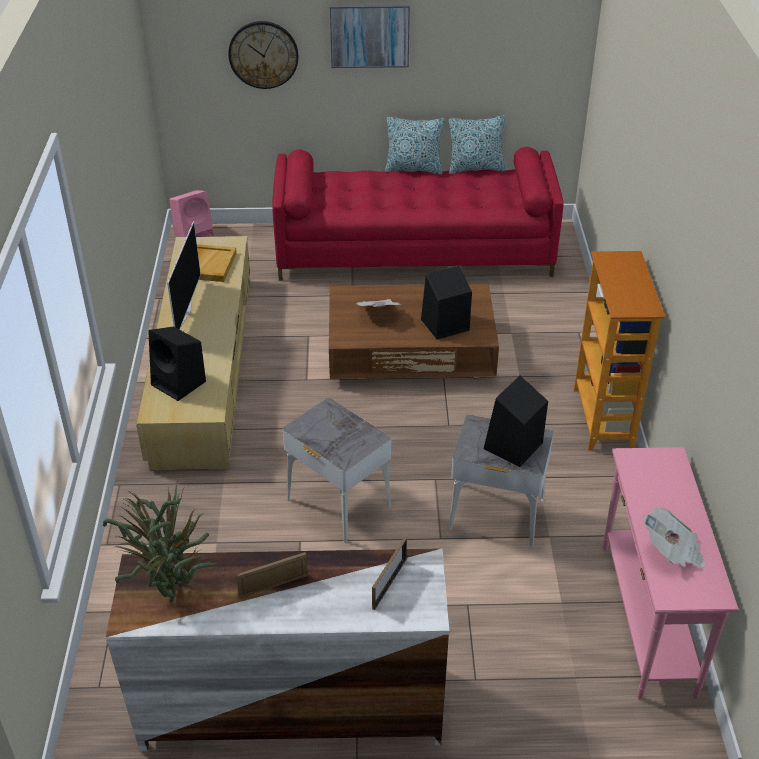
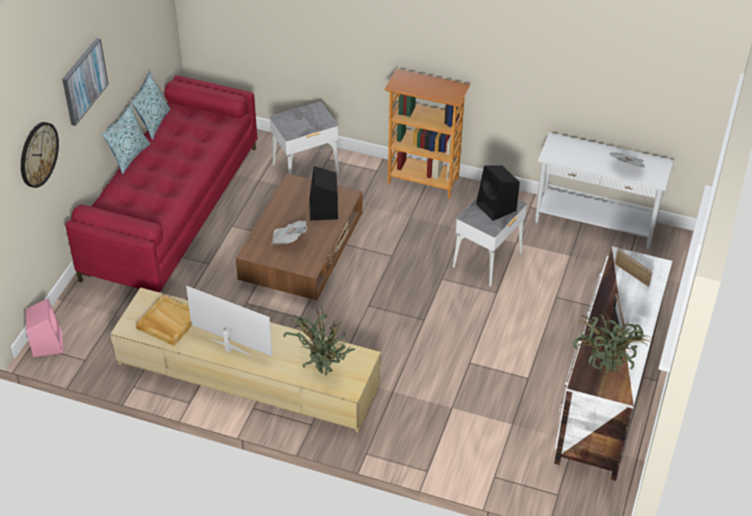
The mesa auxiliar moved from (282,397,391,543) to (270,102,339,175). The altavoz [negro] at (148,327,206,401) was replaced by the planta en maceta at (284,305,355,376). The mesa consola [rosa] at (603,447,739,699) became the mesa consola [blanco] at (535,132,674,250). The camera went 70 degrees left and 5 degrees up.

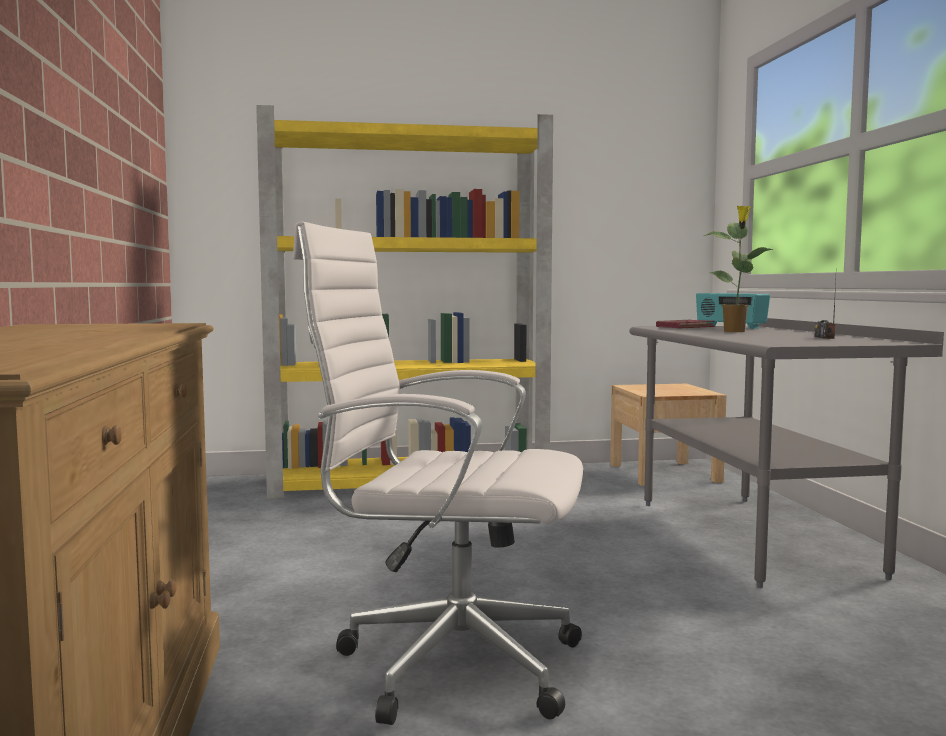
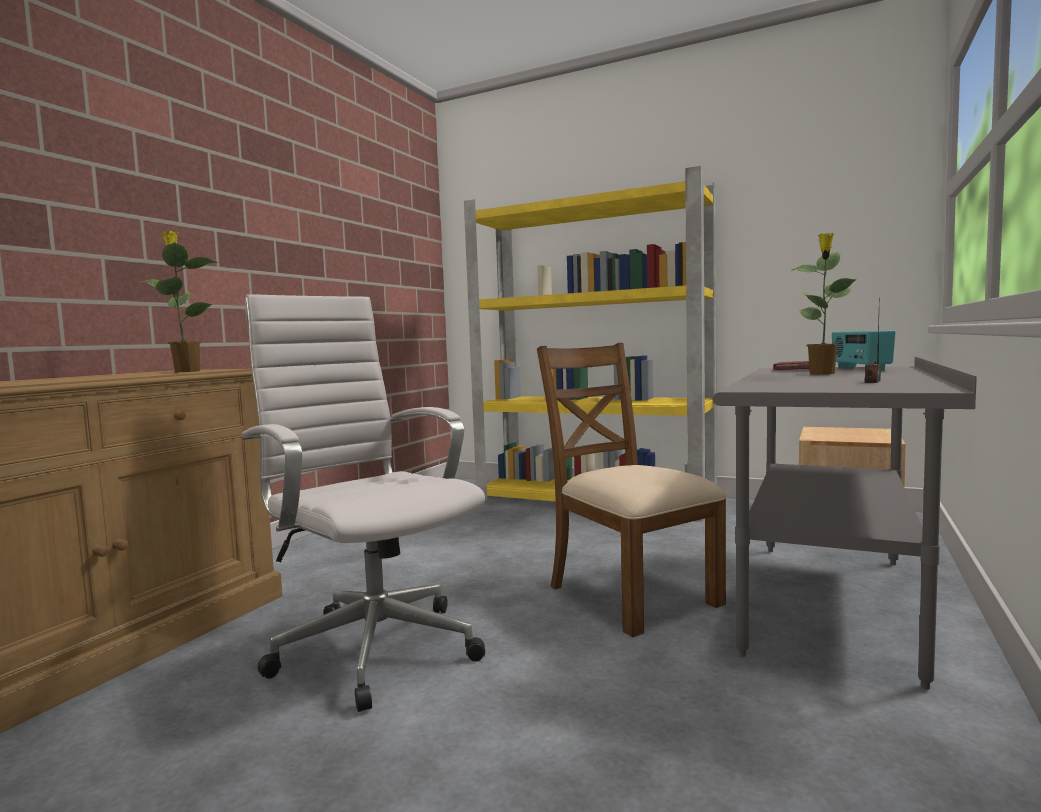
The planta en maceta at (140,231,218,372) appeared. The silla [marrón] at (537,343,727,637) appeared. The camera went 35 degrees right and 0 degrees up.

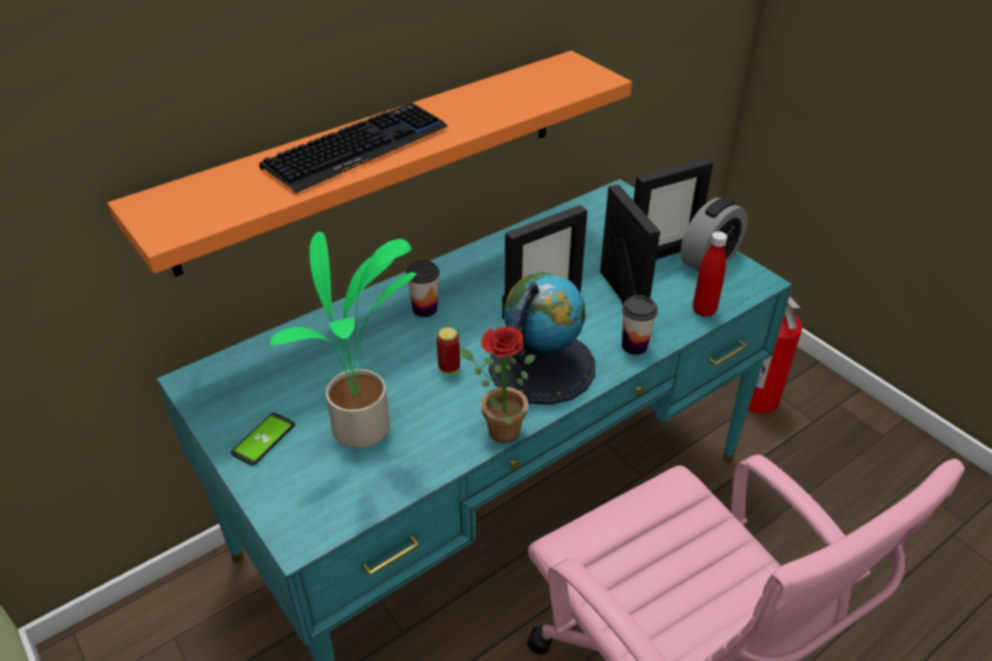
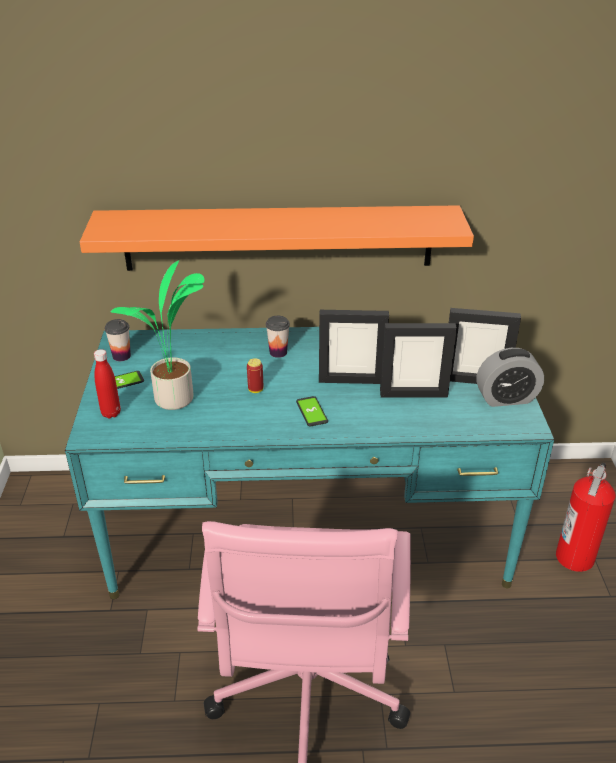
The botella [rojo] moved from (693,231,728,317) to (94,349,121,418). The taza moved from (622,295,658,355) to (105,319,131,361). The globo terráqueo at (489,272,595,405) was replaced by the móvil at (296,396,328,427). The portarretratos at (600,184,660,306) turned 75 degrees clockwise. The teclado at (259,102,448,193) disappeared. The planta en maceta at (459,327,535,443) disappeared. The camera went 35 degrees right and 5 degrees down.

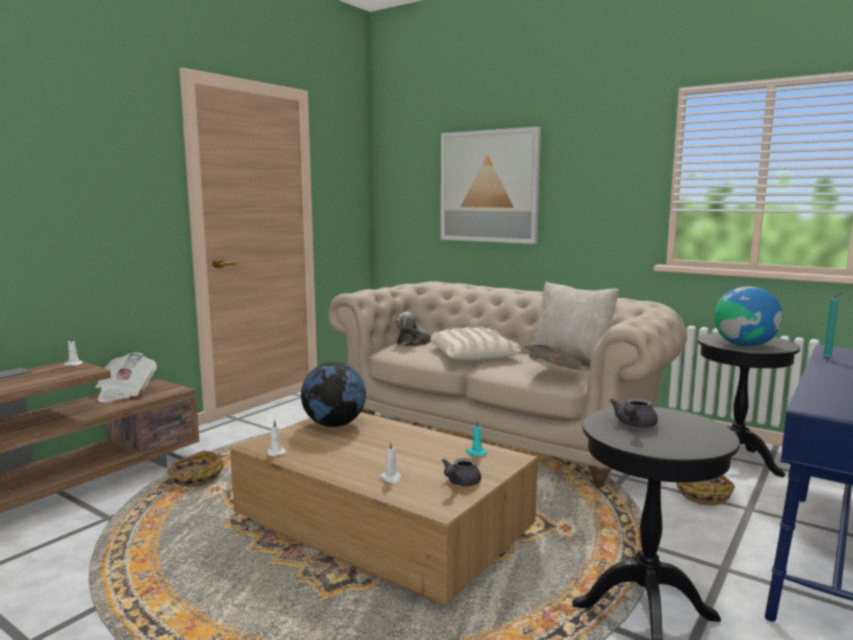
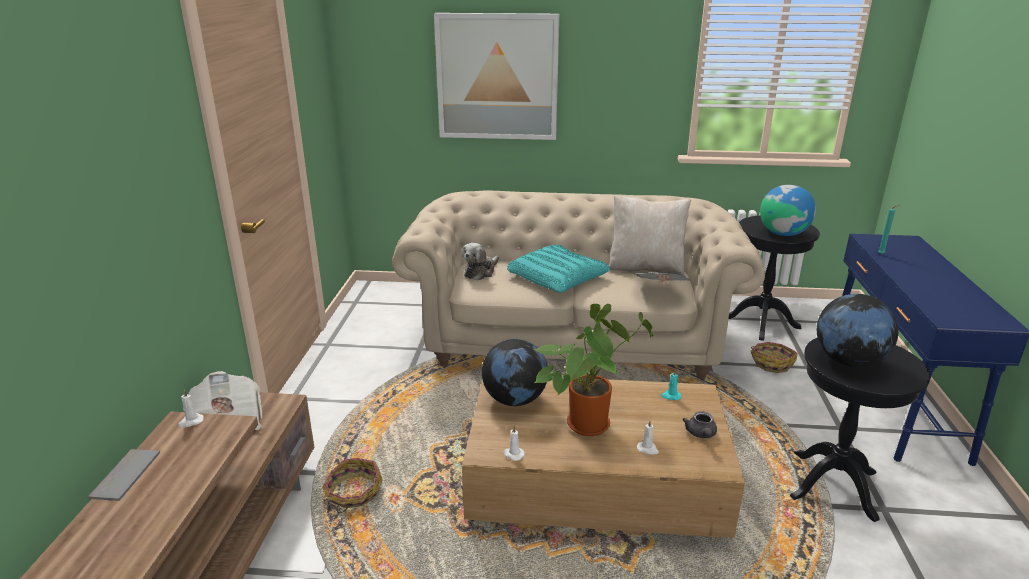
The cojín [beis] at (430,327,522,360) became the cojín [turquesa] at (507,244,610,293). The planta en maceta at (535,304,654,436) appeared. The tetera [gris] at (610,398,658,428) was replaced by the globo terráqueo at (817,294,898,368). The camera went 30 degrees left and 15 degrees up.

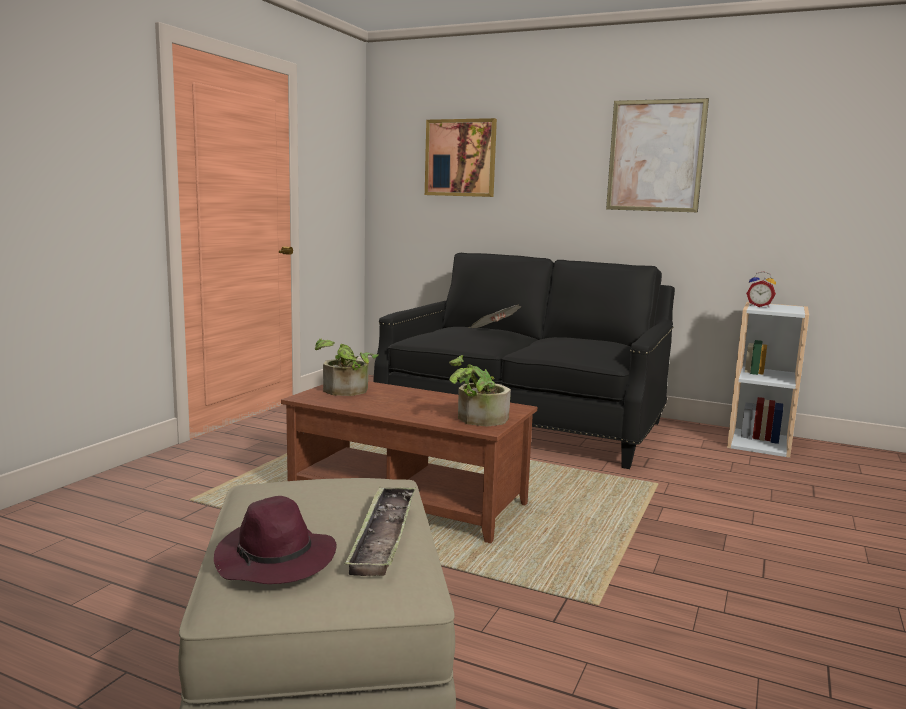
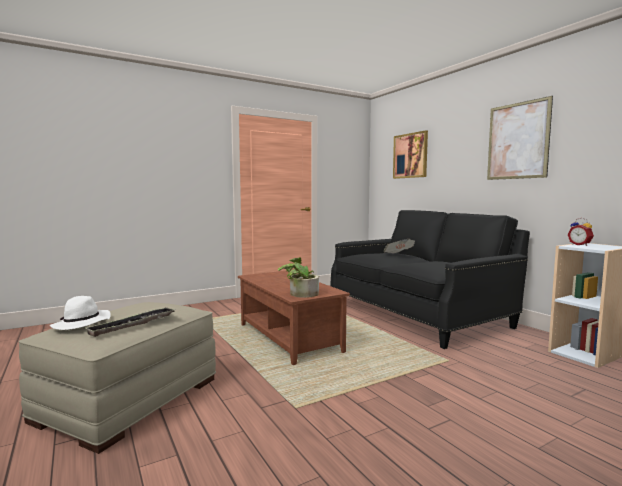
The sombrero [morado] at (214,496,336,584) became the sombrero [blanco] at (50,296,111,330). The planta en maceta at (315,339,379,396) disappeared. The camera went 35 degrees right and 5 degrees down.

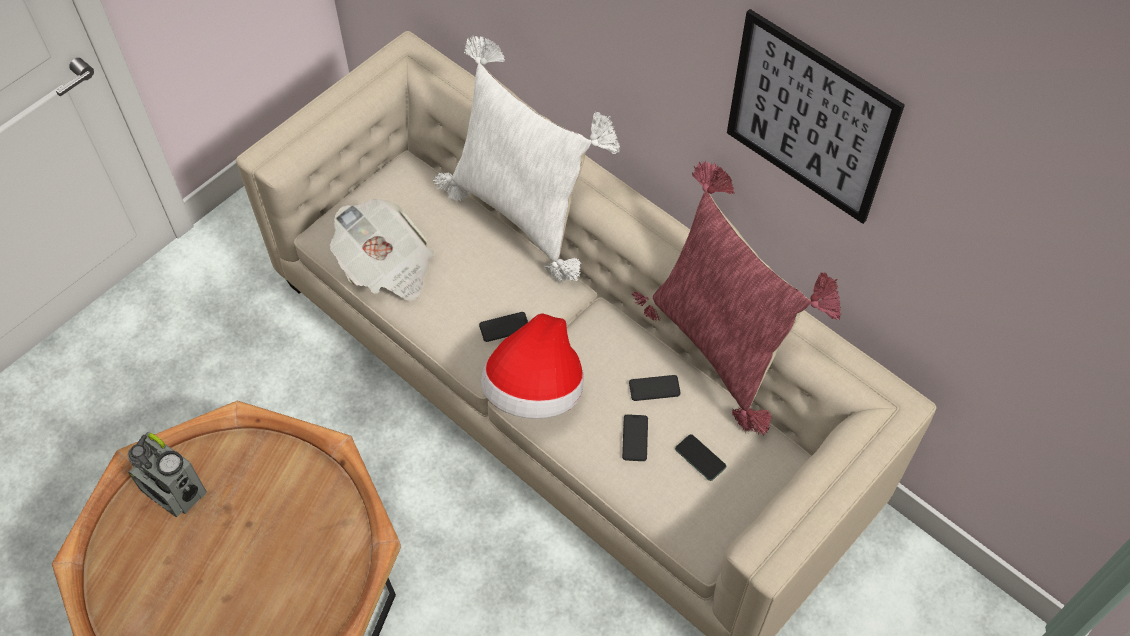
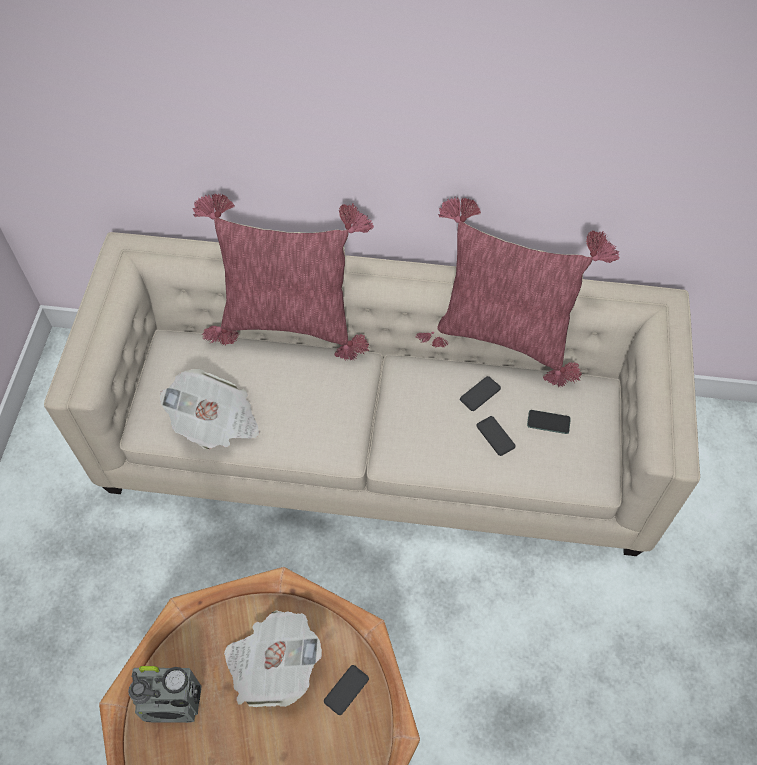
The cojín [blanco] at (433,36,620,284) became the cojín [rojo] at (192,194,374,361). The periódico at (224,610,322,707) appeared. The móvil moved from (479,312,528,342) to (324,665,369,715). The sombrero at (481,313,584,419) disappeared. The cuadro at (727,9,905,224) disappeared. The camera went 35 degrees left and 0 degrees up.

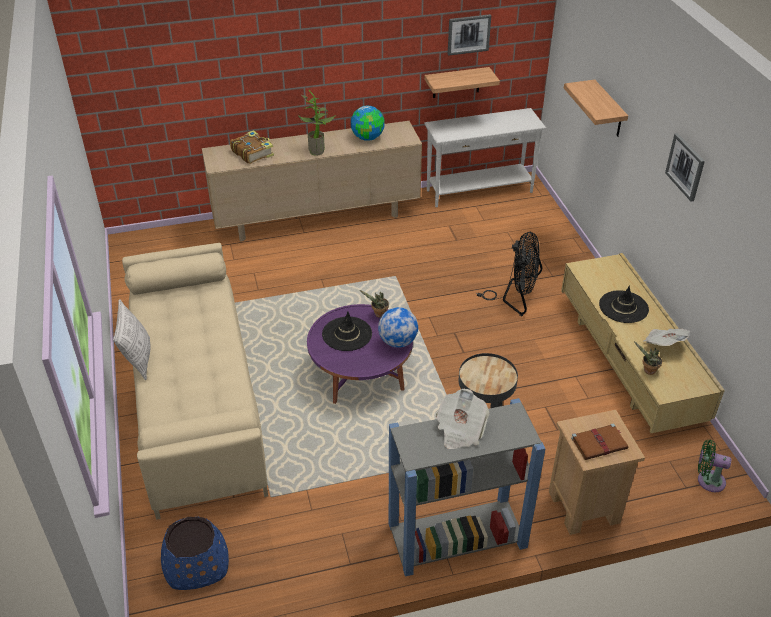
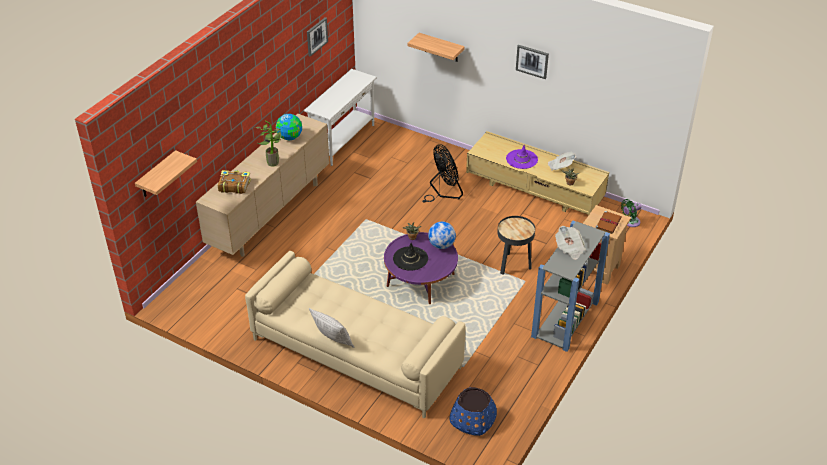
The estante moved from (424,67,500,98) to (135,150,197,197). The sombrero [negro] at (599,286,649,323) became the sombrero [morado] at (506,145,538,169). The camera went 45 degrees left and 0 degrees up.

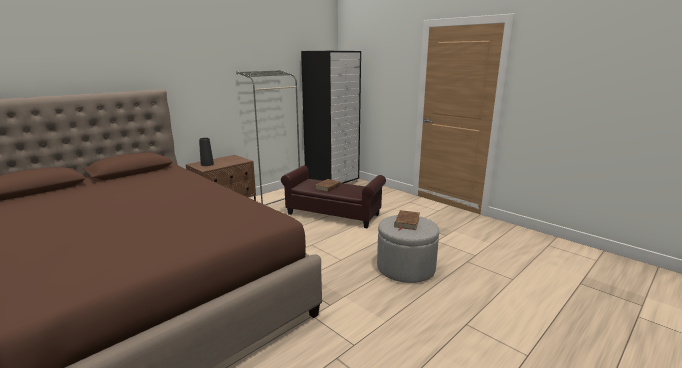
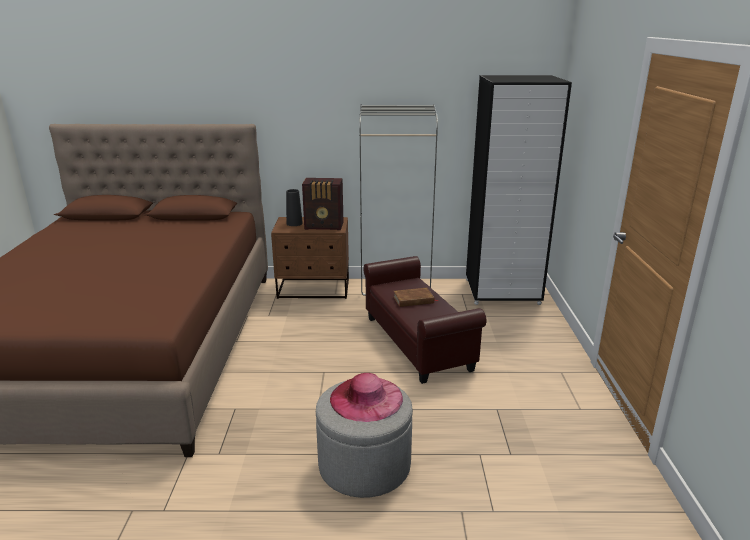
The radio at (302,178,343,230) appeared. The libro [marrón] at (394,210,420,231) was replaced by the sombrero [rosa] at (330,373,403,422). The camera went 45 degrees right and 5 degrees up.

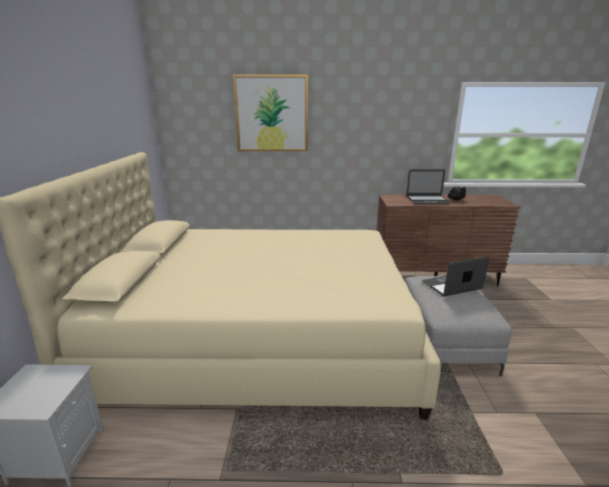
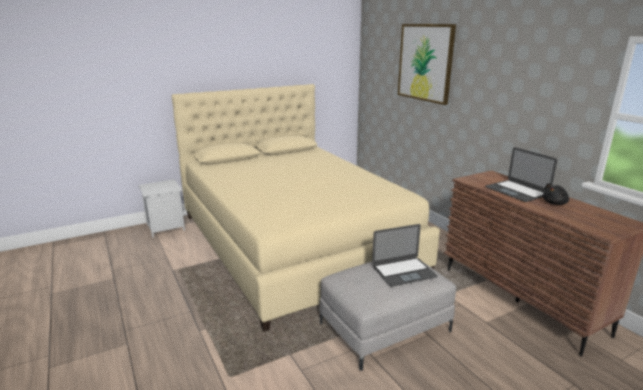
The portátil at (422,256,489,296) turned 120 degrees clockwise. The camera went 60 degrees right and 0 degrees up.

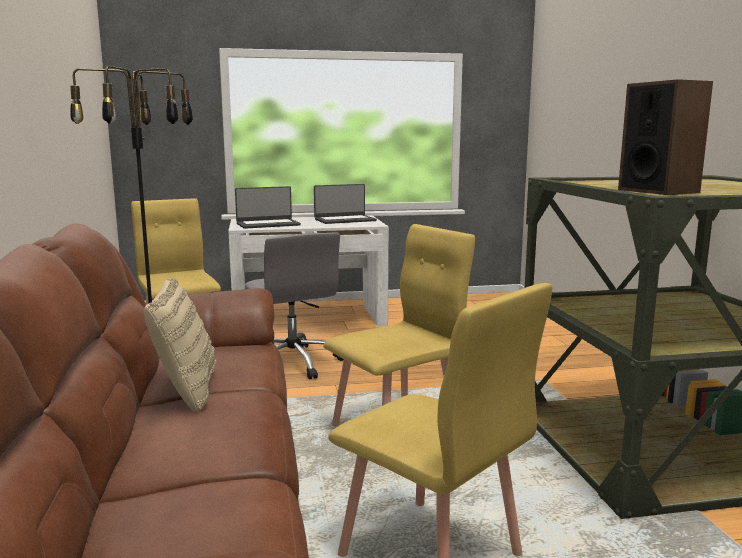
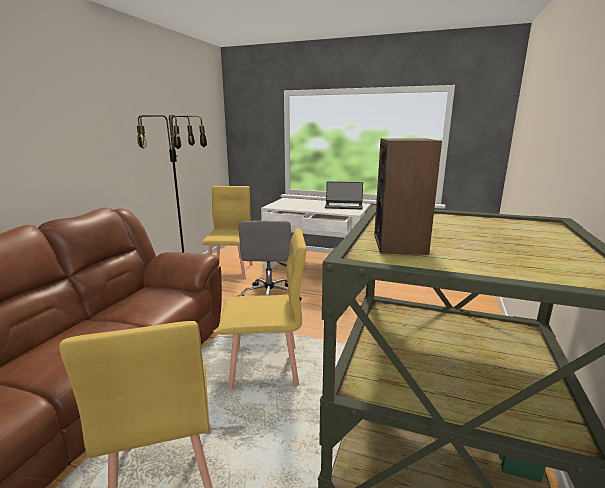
The cojín [beis] at (144,278,217,412) disappeared. The portátil at (235,186,301,229) disappeared. The camera went 30 degrees right and 5 degrees up.

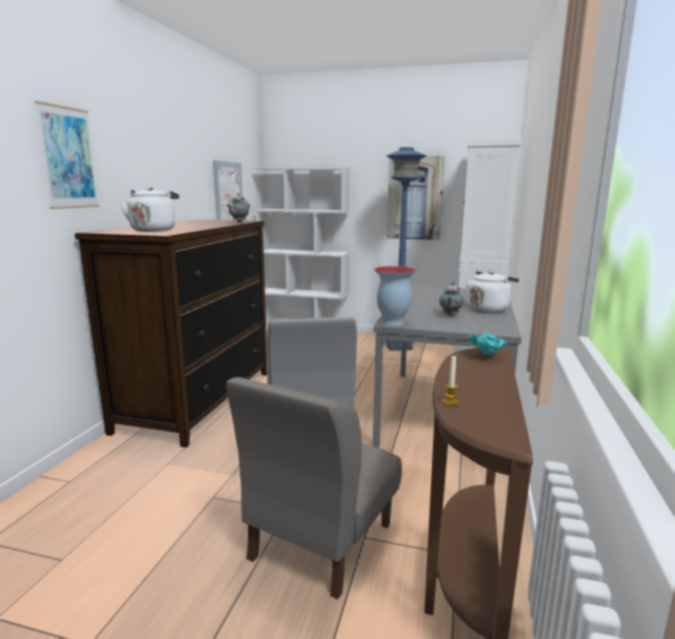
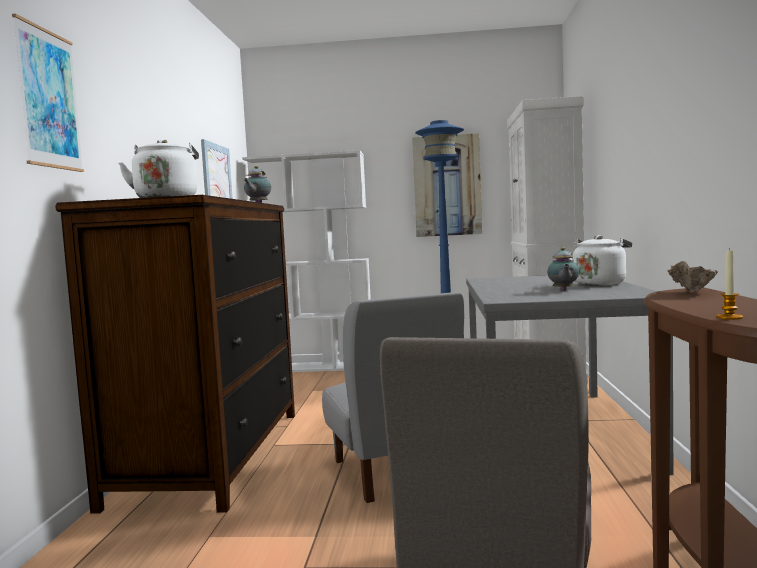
The cuenco [turquesa] at (469,333,507,356) became the cuenco [beis] at (668,261,718,292). The florero at (374,266,416,326) disappeared. The camera went 10 degrees left and 10 degrees down.

